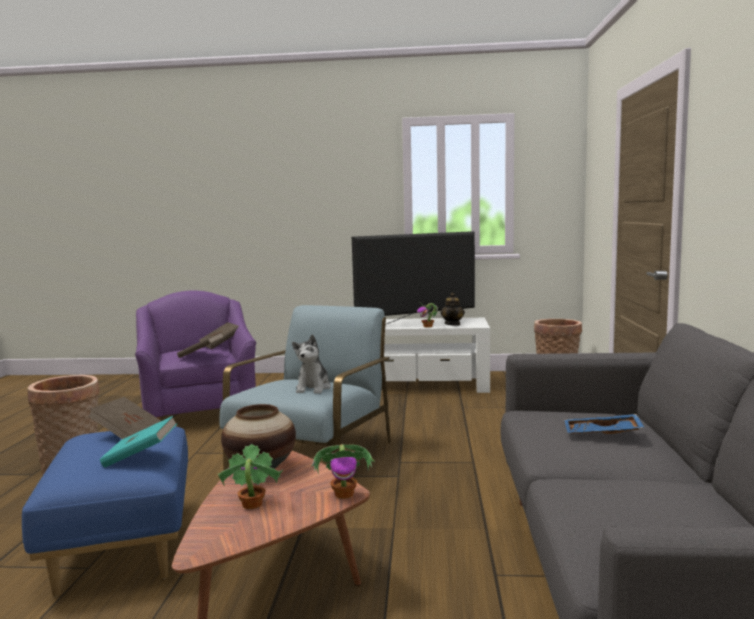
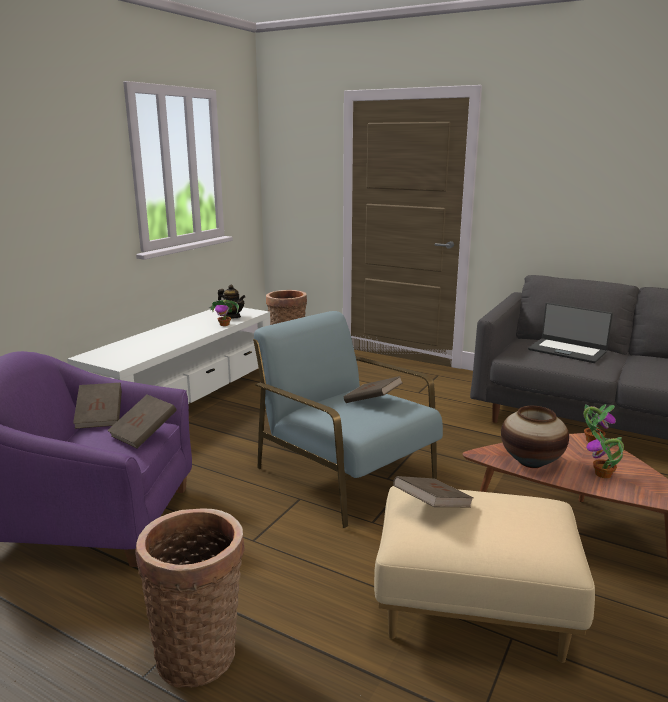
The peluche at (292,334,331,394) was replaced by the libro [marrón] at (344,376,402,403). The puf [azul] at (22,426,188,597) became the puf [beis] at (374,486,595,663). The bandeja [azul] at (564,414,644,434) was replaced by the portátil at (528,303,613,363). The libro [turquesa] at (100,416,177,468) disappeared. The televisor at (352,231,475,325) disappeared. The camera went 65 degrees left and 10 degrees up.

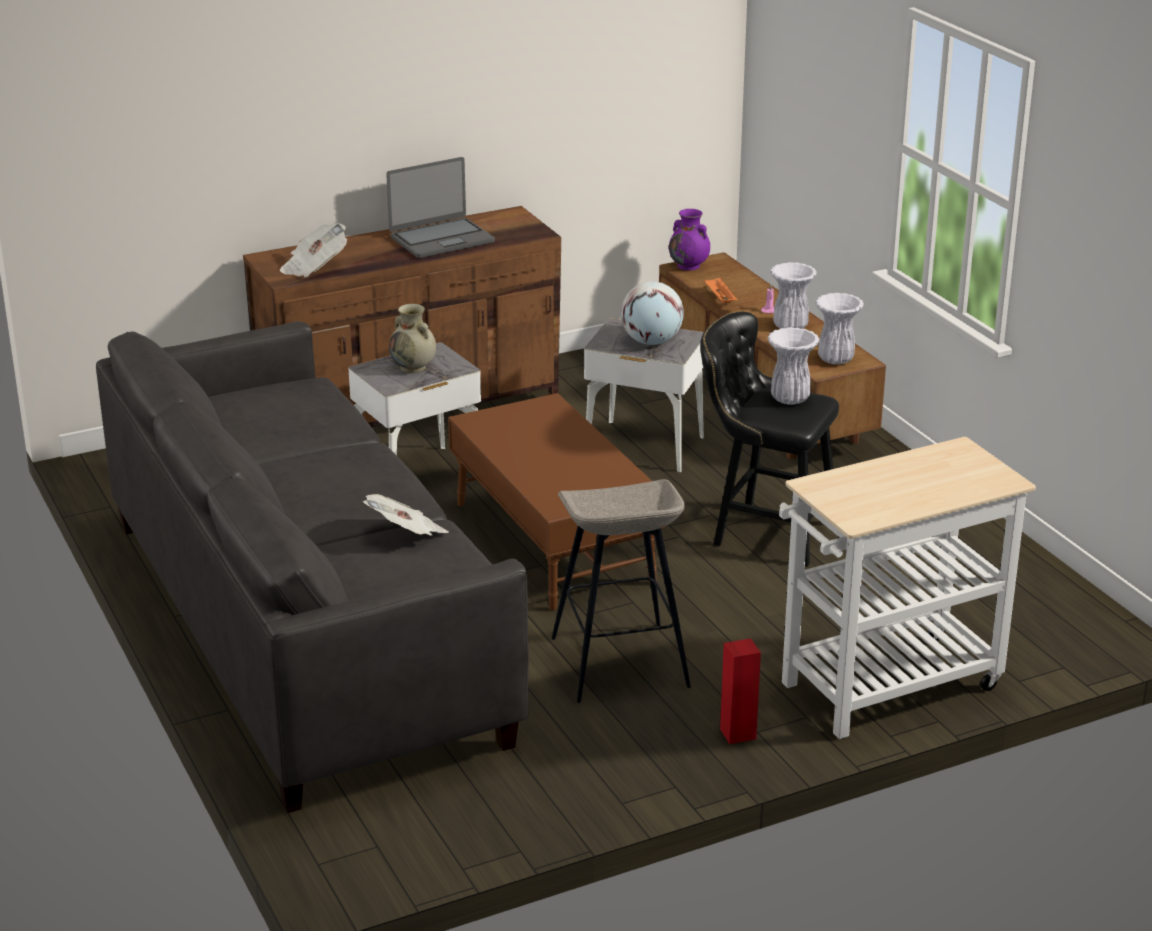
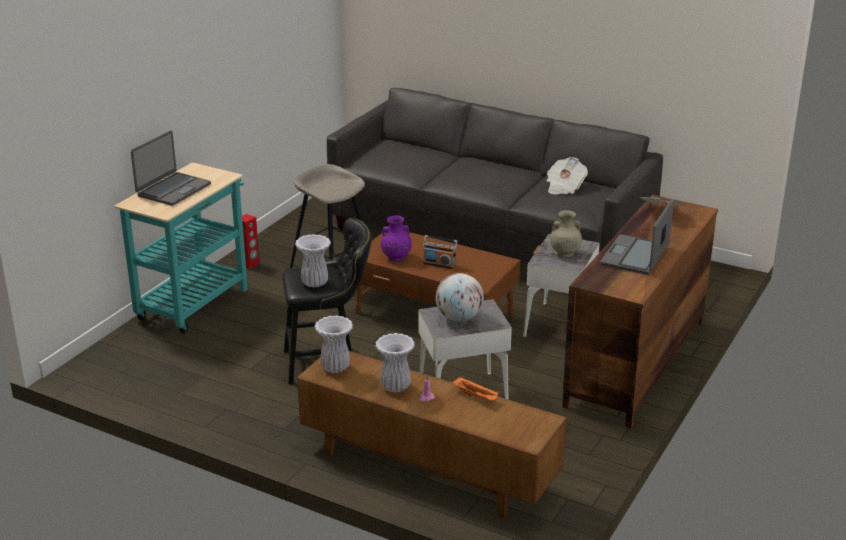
The carrito [blanco] at (779,437,1036,739) became the carrito [turquesa] at (115,163,248,334). The portátil at (131,131,211,206) appeared. The florero [morado] moved from (669,209,710,271) to (381,215,412,261). The radio at (423,235,458,269) appeared. The periódico moved from (363,494,449,536) to (546,157,588,194). The camera went 145 degrees right and 0 degrees up.

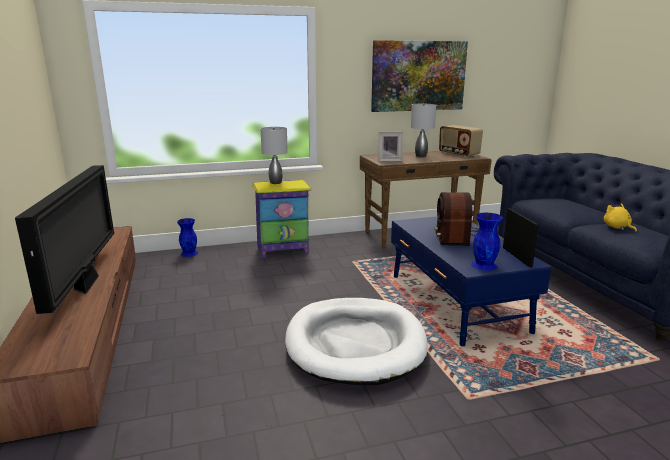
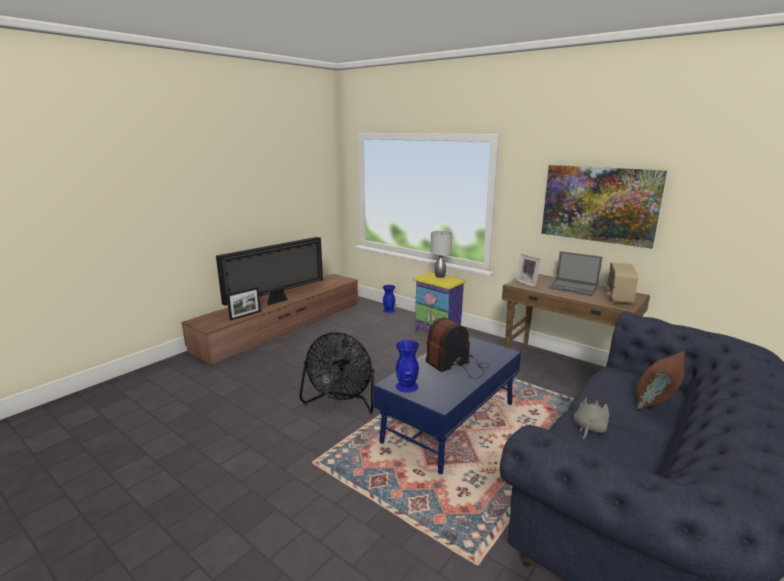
The portarretratos moved from (503,208,539,268) to (227,287,261,320). The cama para perro [blanco] at (285,298,428,385) was replaced by the ventilador [negro] at (299,332,375,415). The lámpara de mesa [gris] at (411,104,436,157) was replaced by the portátil at (549,251,602,296). The peluche [amarillo] at (604,203,637,232) became the peluche [gris] at (573,398,609,440). The cojín [marrón] at (636,351,685,410) appeared. The camera went 55 degrees right and 0 degrees up.

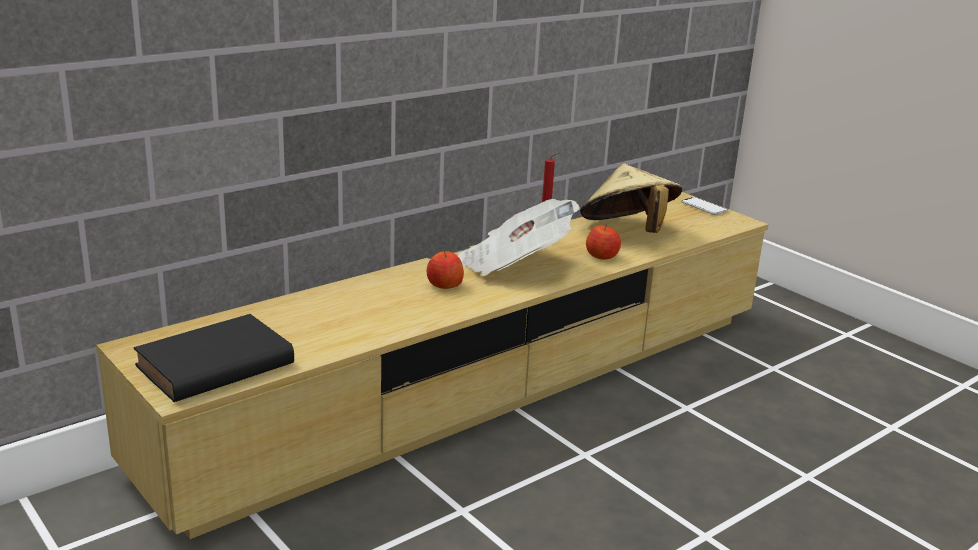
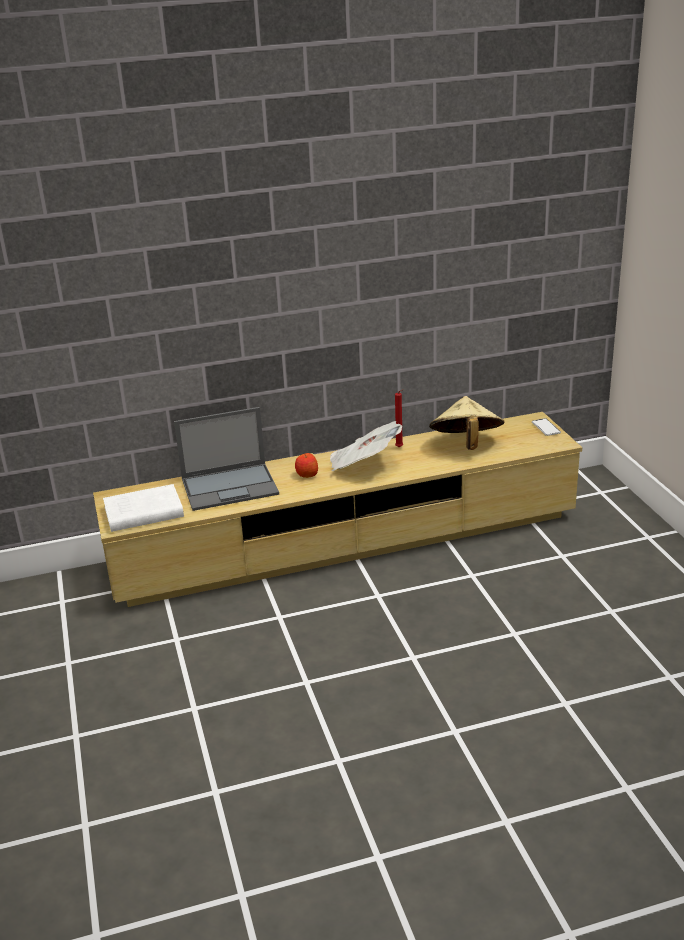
The libro [negro] at (134,314,294,402) became the libro [blanco] at (103,484,184,532). The portátil at (174,407,279,511) appeared. The manzana at (586,224,621,260) disappeared. The camera went 25 degrees right and 5 degrees up.

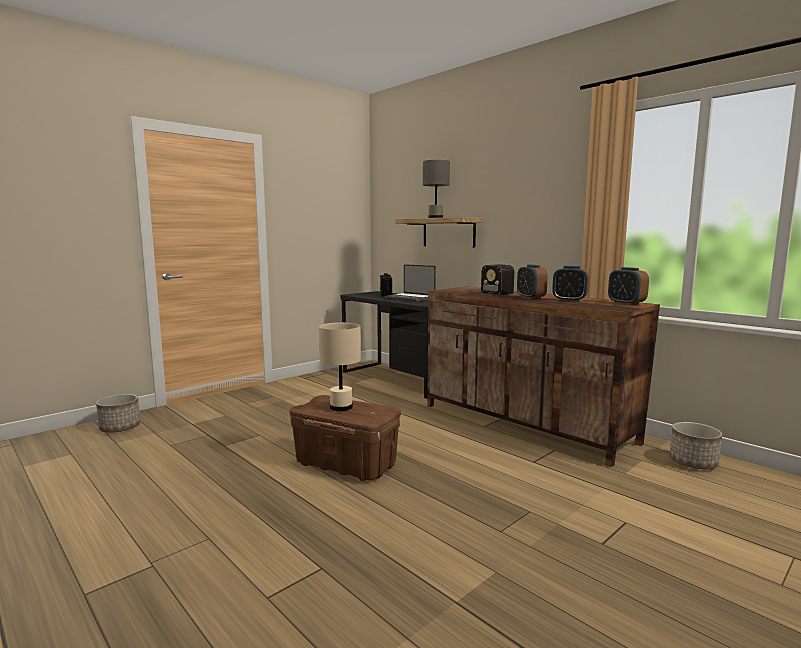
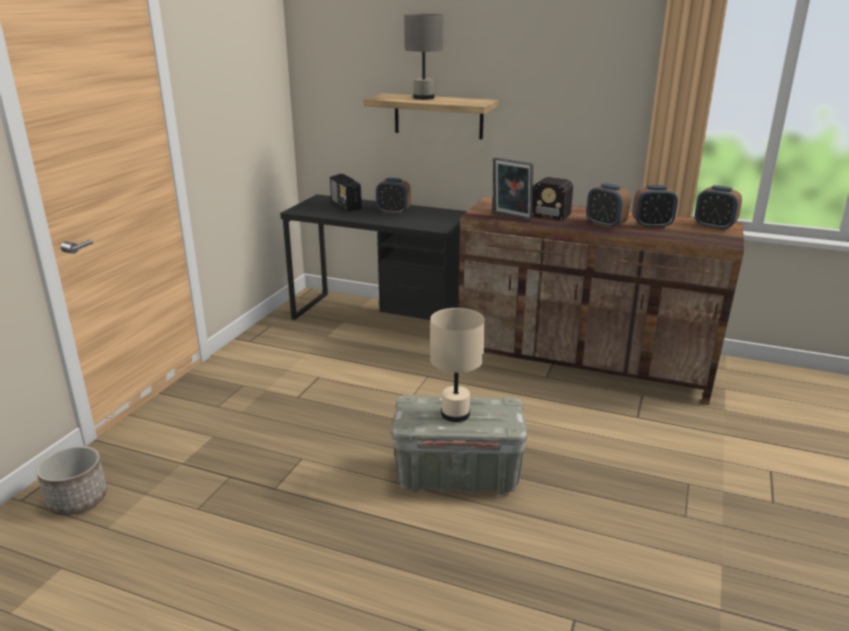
The portátil at (385,264,436,302) was replaced by the despertador at (376,178,411,215). The caja de almacenaje [marrón] at (289,395,401,481) became the caja de almacenaje [gris] at (391,395,527,495). The portarretratos at (493,157,534,220) appeared. The maceta at (669,422,722,469) disappeared. The camera went 25 degrees left and 15 degrees up.

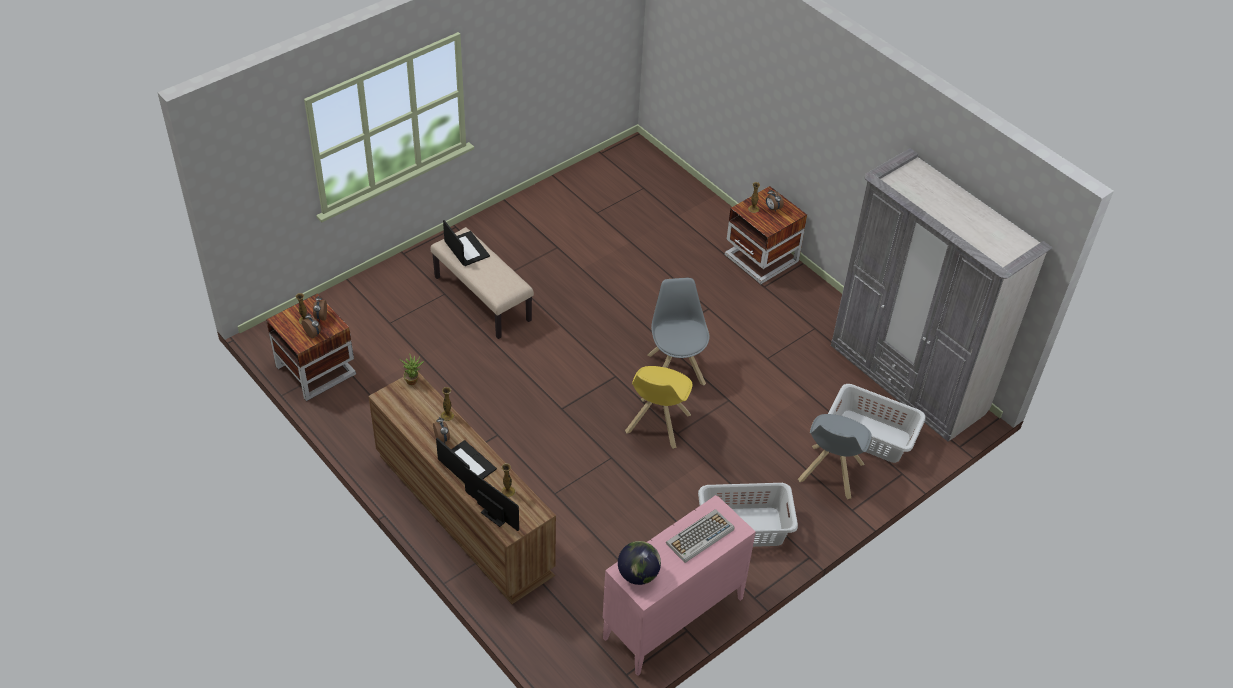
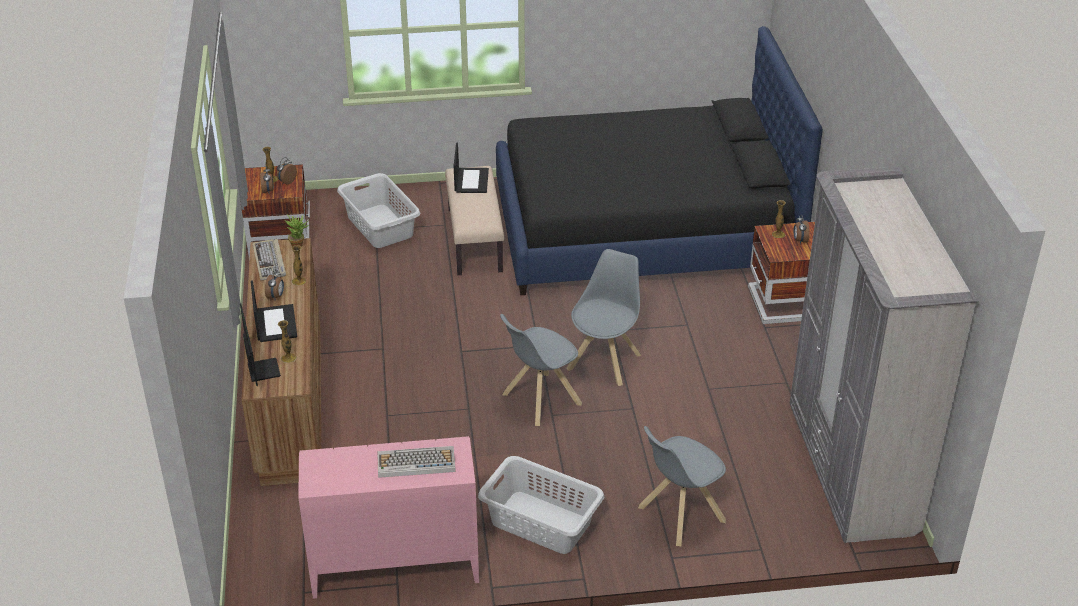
The teclado at (252,239,286,281) appeared. The cesto de la ropa [gris] moved from (828,384,926,463) to (337,173,420,248). The cama [negro] at (496,26,823,295) appeared. The silla [amarillo] at (625,366,693,449) became the silla [gris] at (500,314,582,426). The globo terráqueo at (618,541,661,585) disappeared. The camera went 35 degrees right and 10 degrees down.

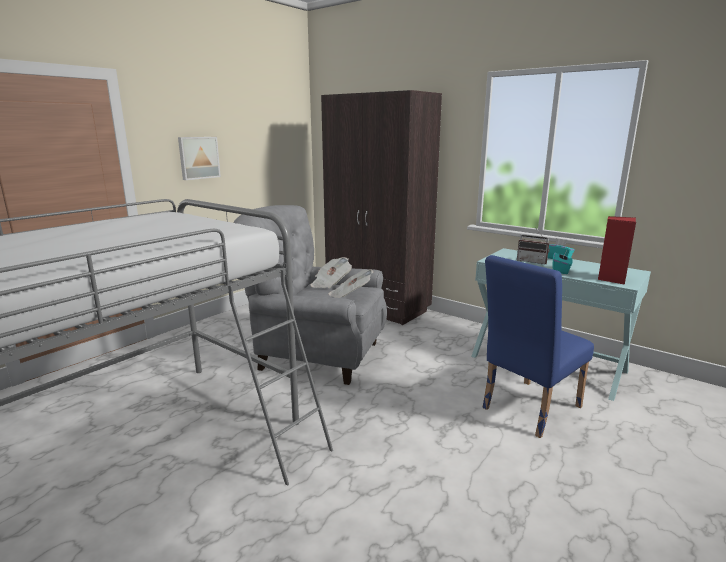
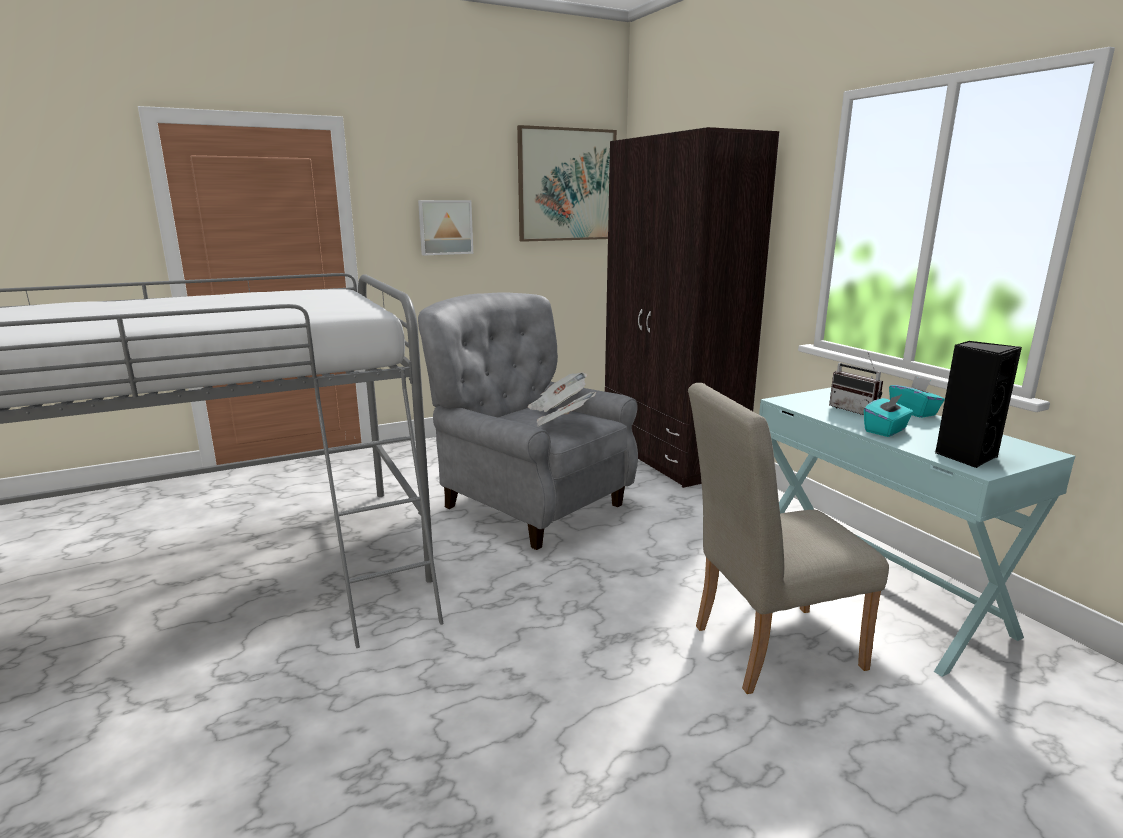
The cuadro at (517,125,617,242) appeared. The silla [azul] at (482,255,594,438) became the silla [beis] at (688,383,889,694). The altavoz [rojo] at (598,216,636,285) became the altavoz [negro] at (935,341,1022,468). The camera went 25 degrees right and 0 degrees up.

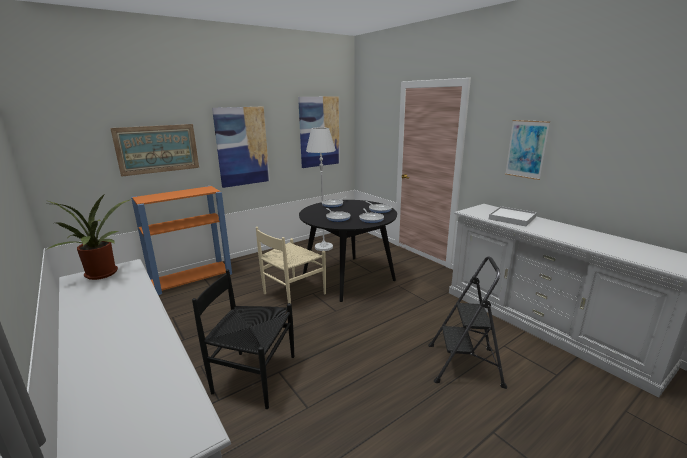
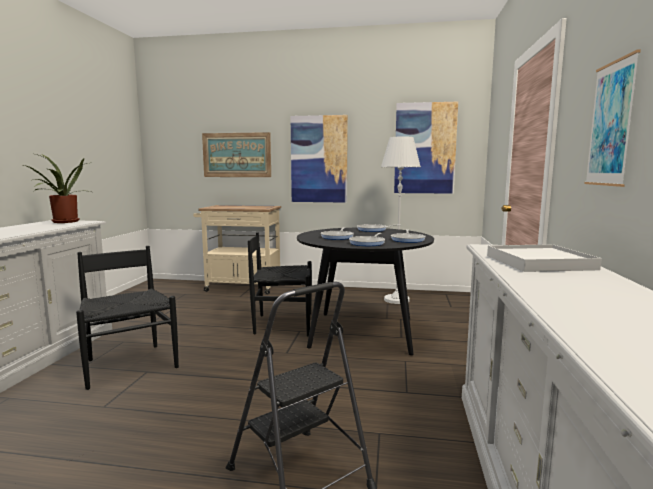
The estantería [naranja] at (131,186,232,295) was replaced by the carrito [beis] at (193,205,281,295). The silla [beis] at (256,227,326,303) became the silla [negro] at (248,232,312,336). The camera went 45 degrees right and 10 degrees down.

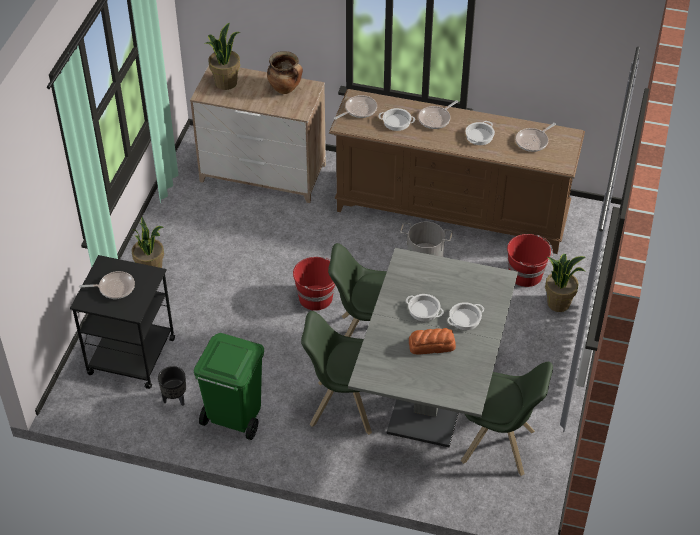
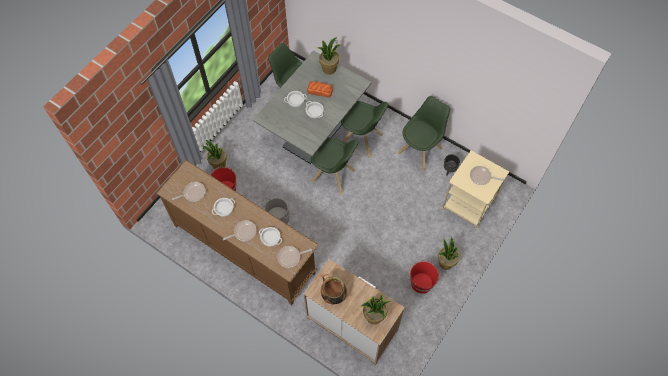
The planta en maceta at (318,37,341,75) appeared. The papelera [verde] at (194,333,264,440) was replaced by the silla [verde] at (398,96,450,171). The cubo [rojo] moved from (293,257,335,311) to (409,260,439,294). The carrito [negro] at (70,255,175,389) became the carrito [beis] at (441,150,509,230). The camera went 160 degrees left and 15 degrees up.

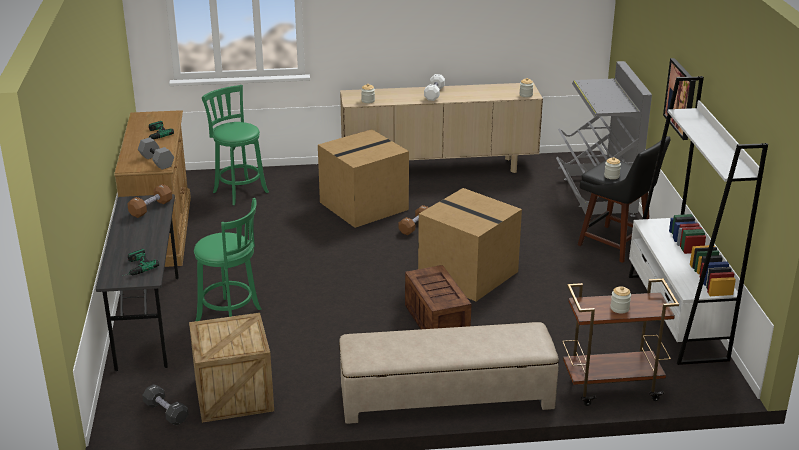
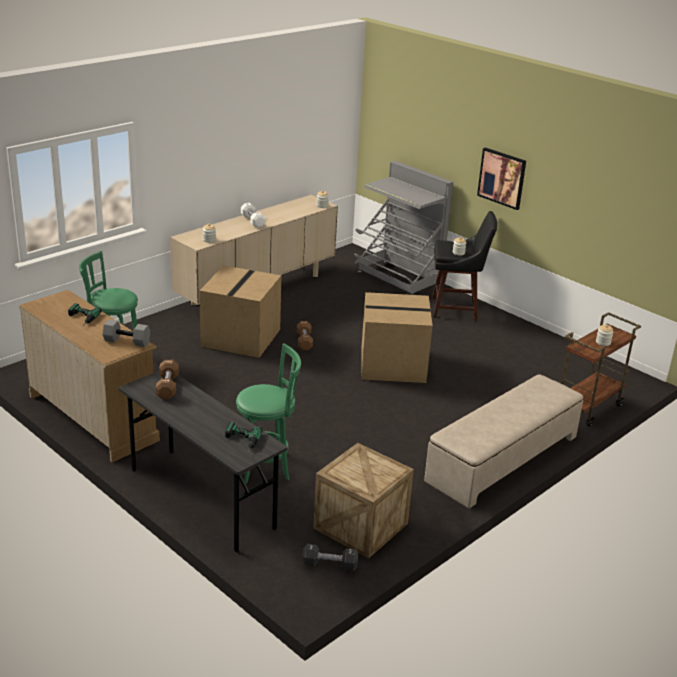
The caja de embalaje at (405,265,471,329) disappeared. The estantería [blanco] at (629,76,768,365) disappeared. The camera went 40 degrees left and 0 degrees up.

